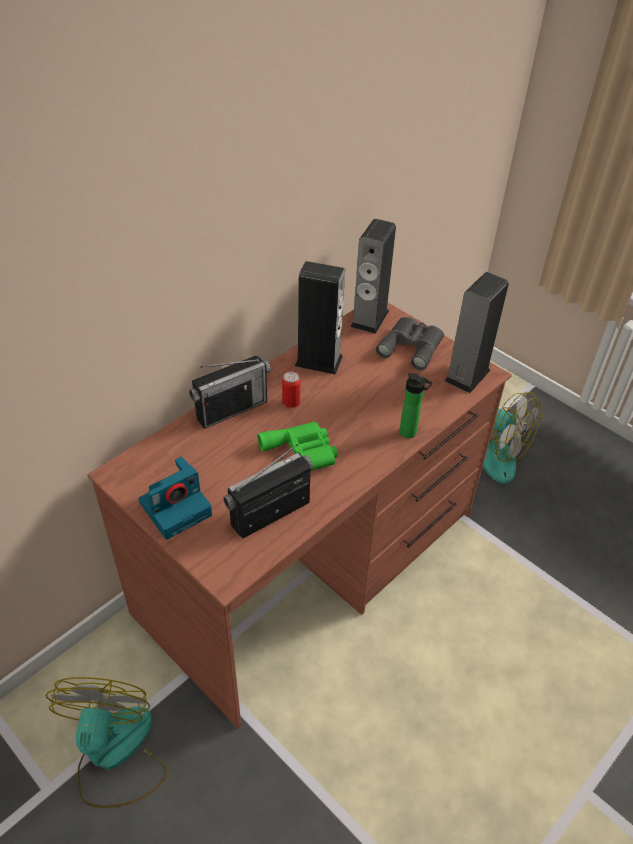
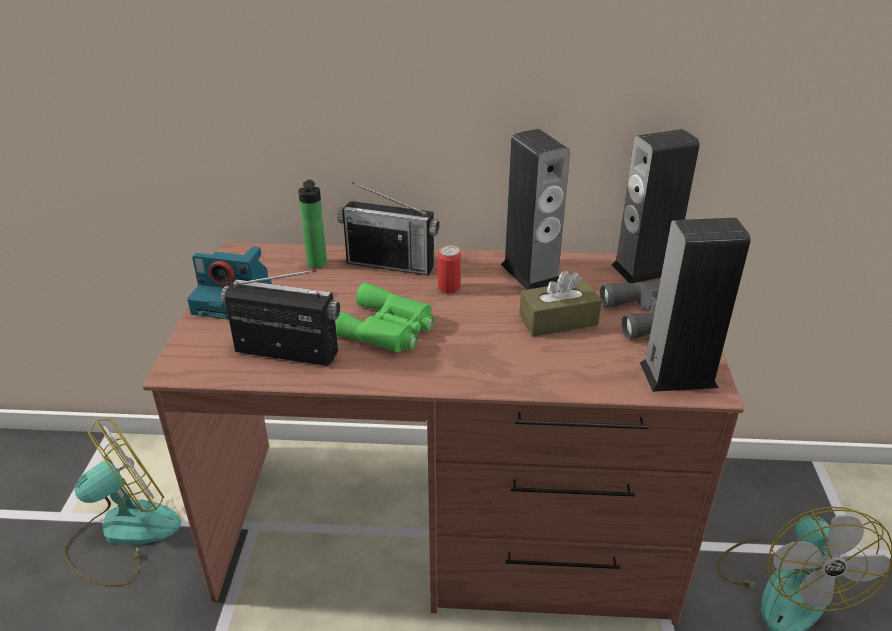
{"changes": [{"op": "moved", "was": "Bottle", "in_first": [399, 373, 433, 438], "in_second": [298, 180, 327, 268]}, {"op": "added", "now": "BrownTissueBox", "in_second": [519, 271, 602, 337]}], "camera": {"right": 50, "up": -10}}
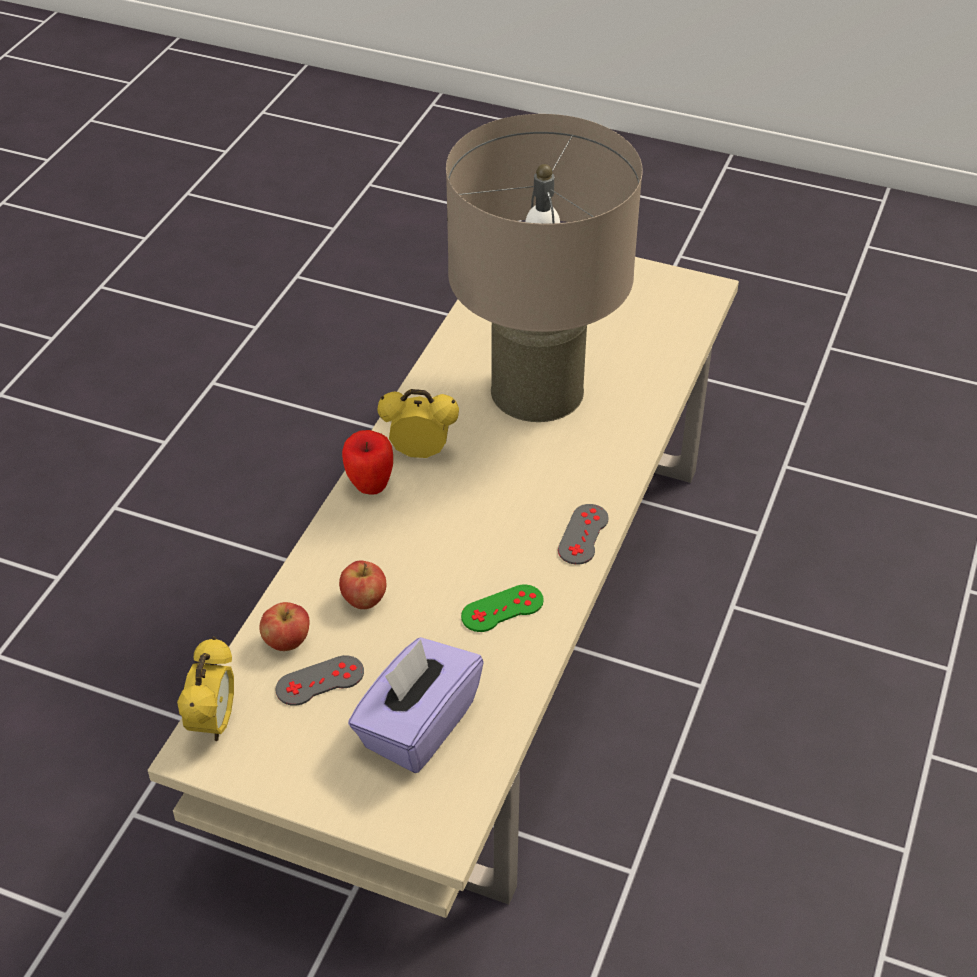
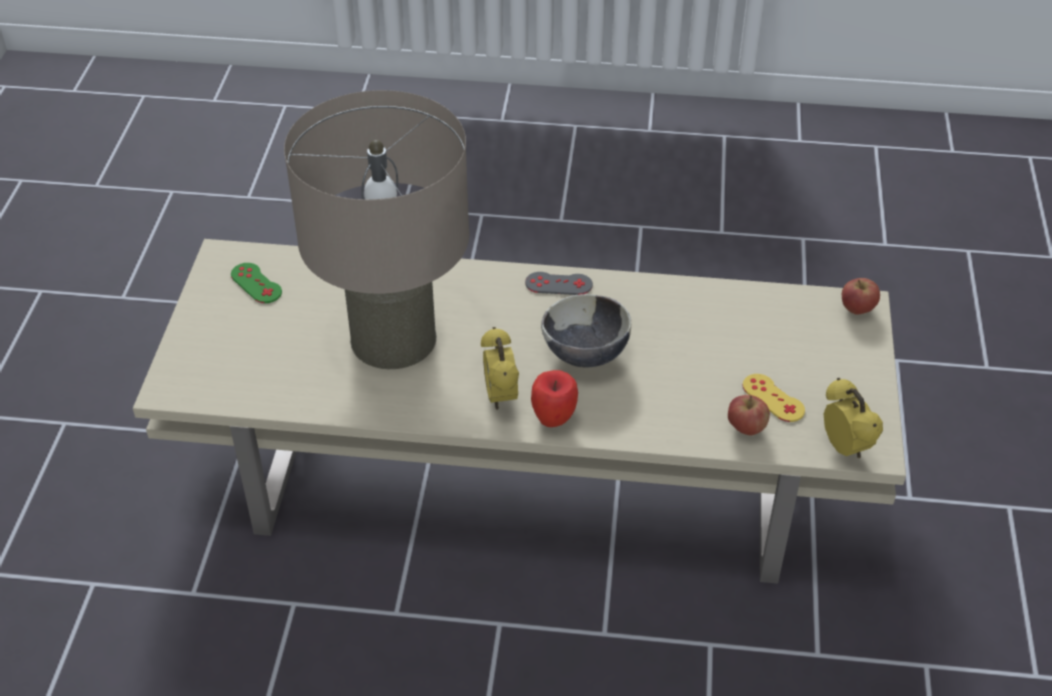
{"changes": [{"op": "moved", "was": "Apple", "in_first": [339, 561, 386, 609], "in_second": [842, 278, 880, 315]}, {"op": "moved", "was": "GreenGameController", "in_first": [461, 584, 544, 632], "in_second": [231, 263, 282, 303]}, {"op": "turned", "was": "AlarmClock", "in_first": [177, 637, 234, 742], "in_second": [824, 378, 883, 458], "clockwise": 75}, {"op": "removed", "was": "PurpleTissueBox", "in_first": [348, 637, 484, 773]}, {"op": "recoloured", "was": "GreyGameController", "now": "YellowGameController", "in_first": [276, 655, 364, 706], "in_second": [743, 374, 805, 422]}, {"op": "added", "now": "Bowl", "in_second": [541, 294, 631, 367]}], "camera": {"right": -105, "up": 0}}
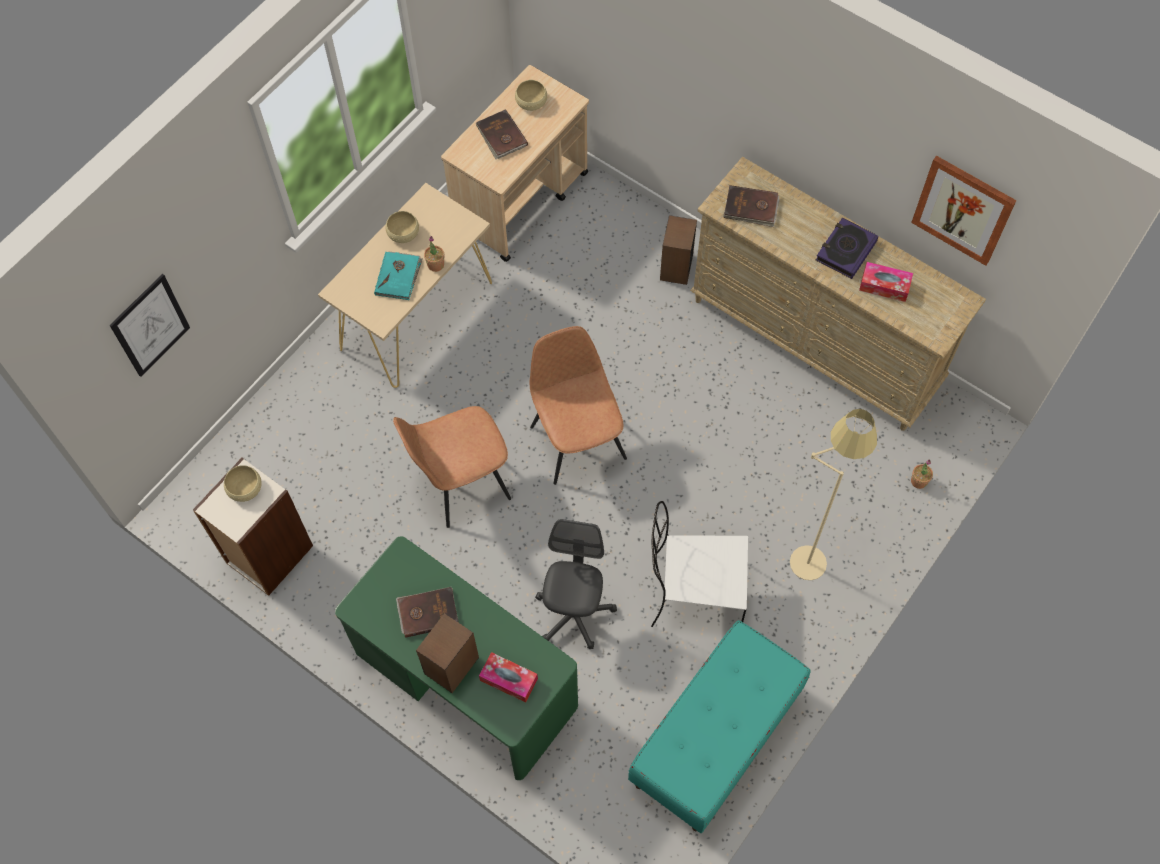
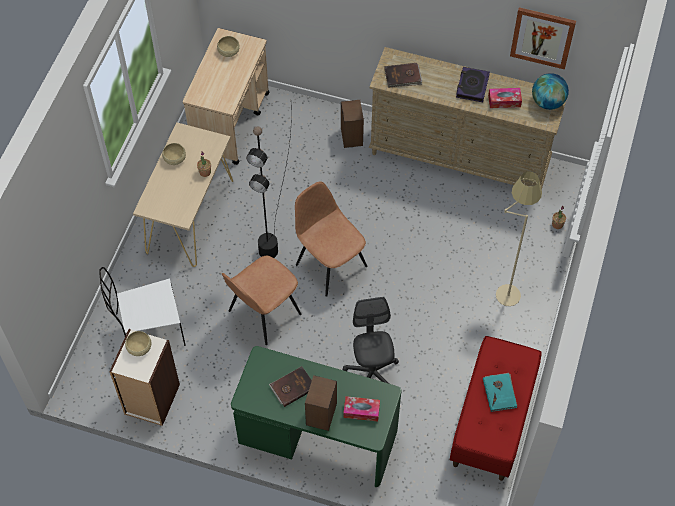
{"changes": [{"op": "removed", "was": "BrownBook", "in_first": [476, 109, 528, 159]}, {"op": "moved", "was": "TurquoiseBook", "in_first": [374, 252, 422, 300], "in_second": [483, 373, 517, 412]}, {"op": "removed", "was": "Picture", "in_first": [110, 274, 190, 377]}, {"op": "moved", "was": "WhiteChair", "in_first": [651, 501, 748, 627], "in_second": [99, 267, 186, 346]}, {"op": "recoloured", "was": "TurquoiseBench", "now": "RedBench", "in_first": [628, 620, 810, 833], "in_second": [450, 336, 541, 481]}, {"op": "added", "now": "Globe", "in_second": [532, 73, 569, 110]}, {"op": "added", "now": "BlackFloorLamp", "in_second": [246, 108, 292, 258]}], "camera": {"right": -20, "up": -5}}
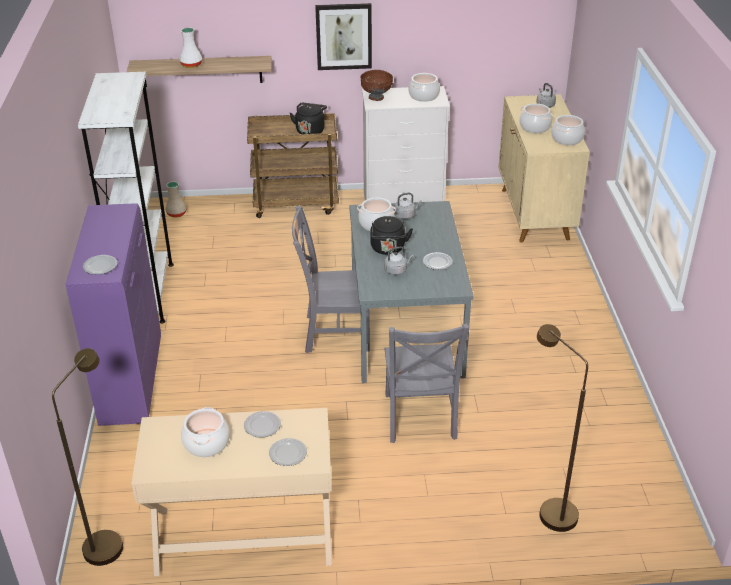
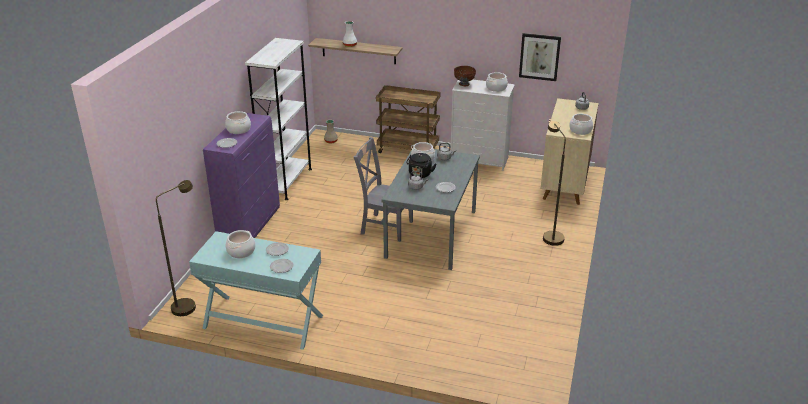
{"changes": [{"op": "moved", "was": "Picture", "in_first": [315, 3, 372, 70], "in_second": [519, 33, 561, 81]}, {"op": "removed", "was": "BlackKettle", "in_first": [289, 103, 327, 134]}, {"op": "moved", "was": "CookingPot", "in_first": [520, 104, 553, 133], "in_second": [225, 111, 251, 134]}, {"op": "removed", "was": "GreyChair", "in_first": [385, 323, 469, 443]}, {"op": "moved", "was": "BrownFloorLamp", "in_first": [537, 324, 588, 532], "in_second": [543, 121, 566, 246]}, {"op": "recoloured", "was": "BeigeConsoleTable", "now": "TurquoiseConsoleTable", "in_first": [131, 408, 332, 576], "in_second": [189, 231, 323, 350]}], "camera": {"right": 20, "up": -5}}
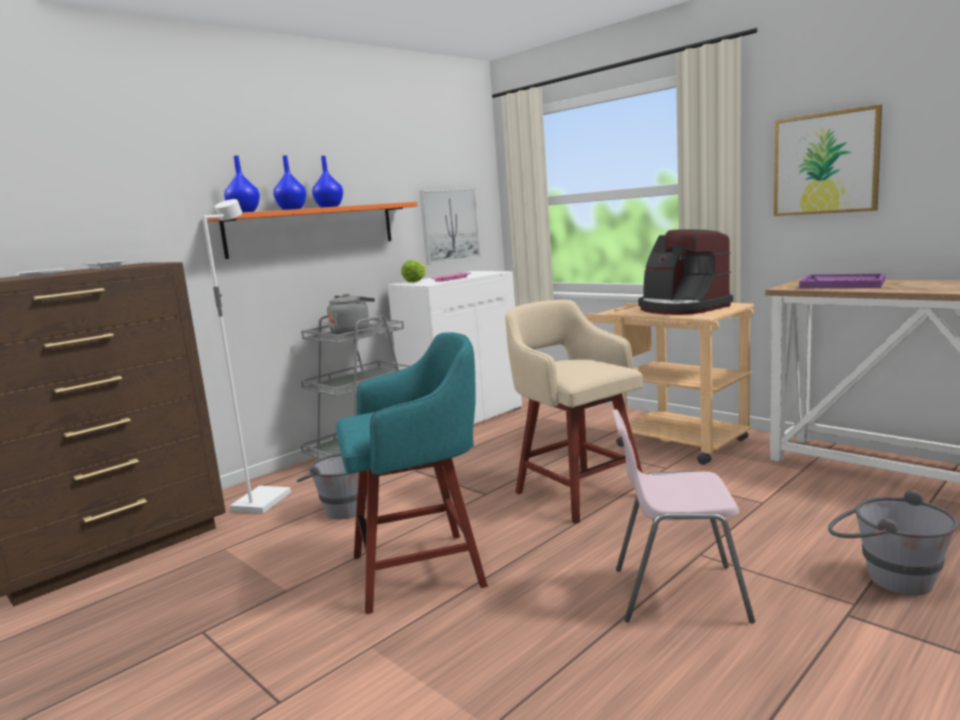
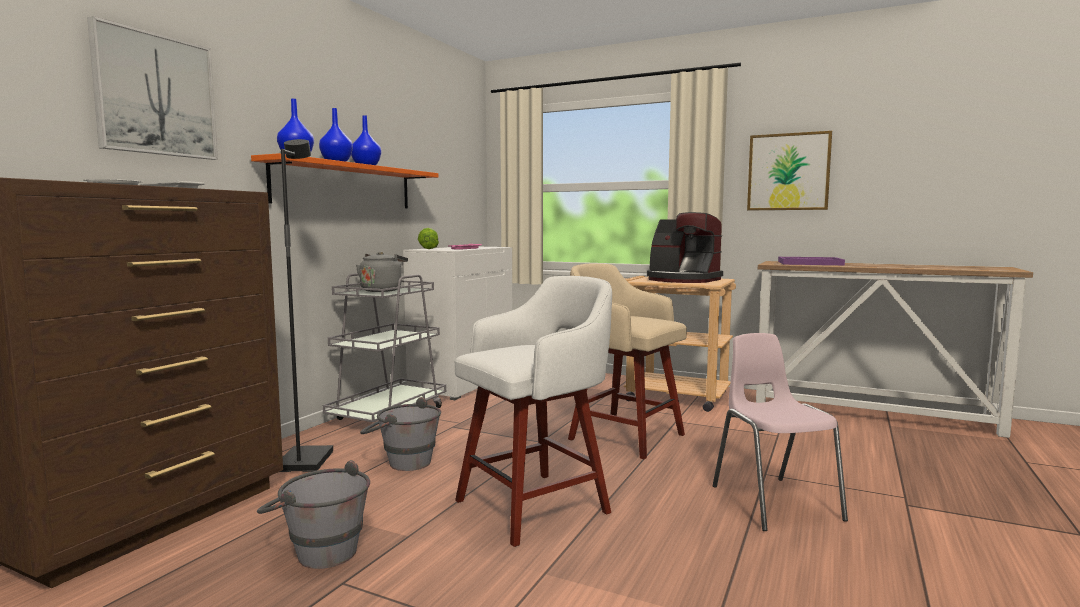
{"changes": [{"op": "moved", "was": "Picture", "in_first": [419, 188, 481, 265], "in_second": [87, 16, 218, 160]}, {"op": "recoloured", "was": "WhiteFloorLamp", "now": "BlackFloorLamp", "in_first": [202, 199, 291, 514], "in_second": [280, 139, 333, 472]}, {"op": "recoloured", "was": "TurquoiseStool", "now": "WhiteStool", "in_first": [335, 332, 488, 614], "in_second": [455, 276, 612, 547]}, {"op": "turned", "was": "PinkChair", "in_first": [612, 409, 755, 623], "in_second": [713, 333, 848, 531], "clockwise": 90}, {"op": "moved", "was": "GreyBucket", "in_first": [828, 490, 958, 595], "in_second": [257, 460, 370, 569]}], "camera": {"right": -20, "up": -5}}
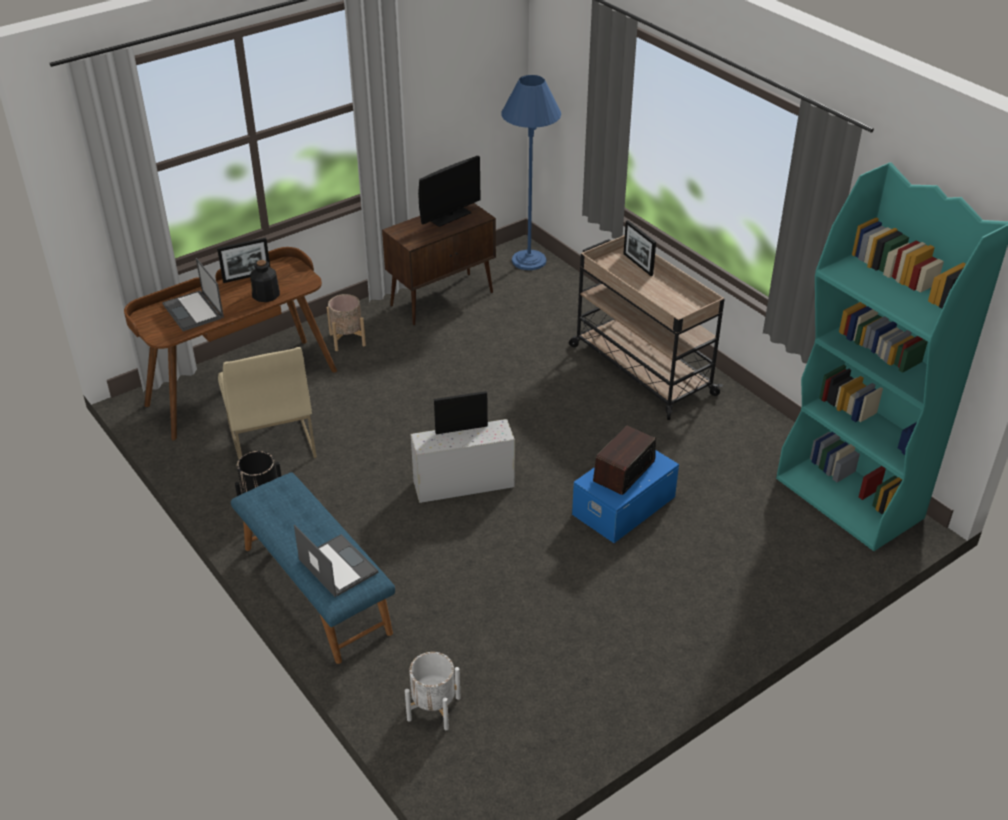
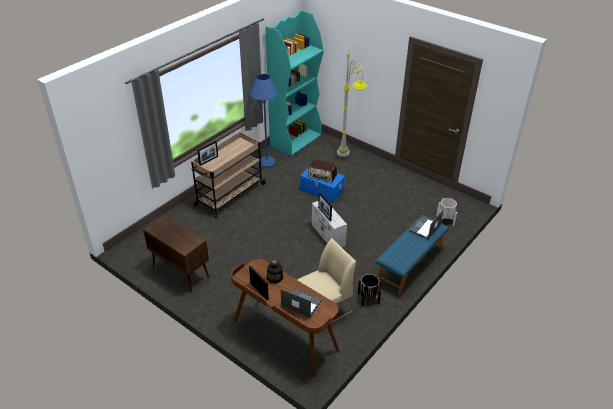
{"changes": [{"op": "moved", "was": "BlueFloorLamp", "in_first": [501, 75, 561, 270], "in_second": [249, 74, 279, 167]}, {"op": "removed", "was": "Monitor", "in_first": [418, 156, 481, 227]}, {"op": "turned", "was": "Laptop", "in_first": [162, 258, 224, 331], "in_second": [281, 288, 322, 318], "clockwise": -105}, {"op": "removed", "was": "BeigePlanter", "in_first": [327, 294, 366, 351]}, {"op": "added", "now": "GreyFloorLamp", "in_second": [337, 52, 367, 157]}], "camera": {"right": -105, "up": 0}}
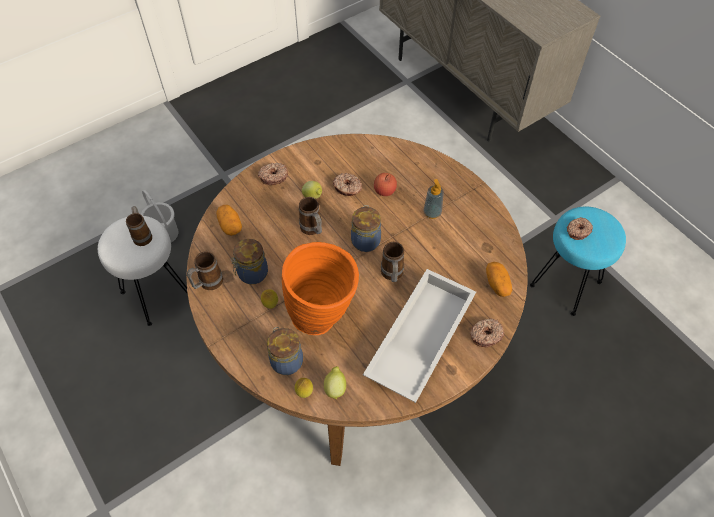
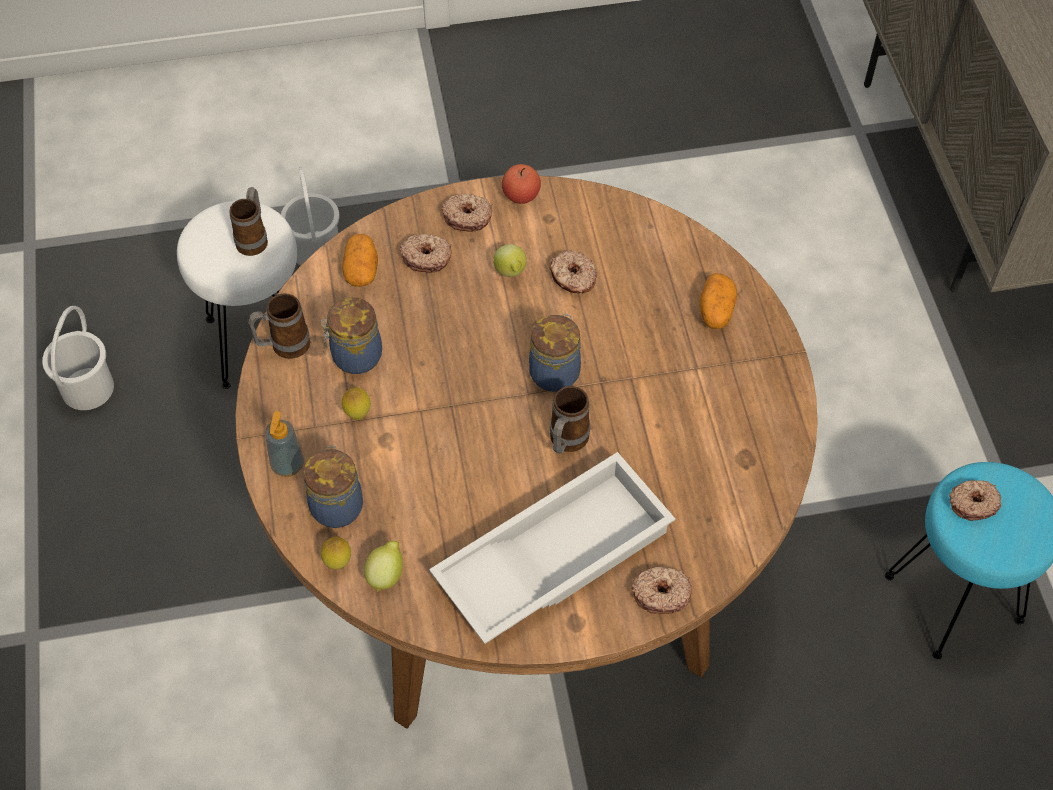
{"changes": [{"op": "moved", "was": "Apple", "in_first": [374, 173, 397, 196], "in_second": [502, 164, 541, 204]}, {"op": "moved", "was": "SoapDispenser", "in_first": [424, 179, 444, 219], "in_second": [265, 411, 304, 477]}, {"op": "removed", "was": "Mug", "in_first": [299, 197, 322, 235]}, {"op": "removed", "was": "OrangeVase", "in_first": [282, 242, 359, 335]}, {"op": "moved", "was": "Potato", "in_first": [486, 262, 512, 297], "in_second": [699, 273, 737, 329]}, {"op": "added", "now": "Donut", "in_second": [399, 234, 452, 272]}, {"op": "added", "now": "WhiteBucket", "in_second": [42, 306, 114, 410]}], "camera": {"right": 25, "up": 0}}
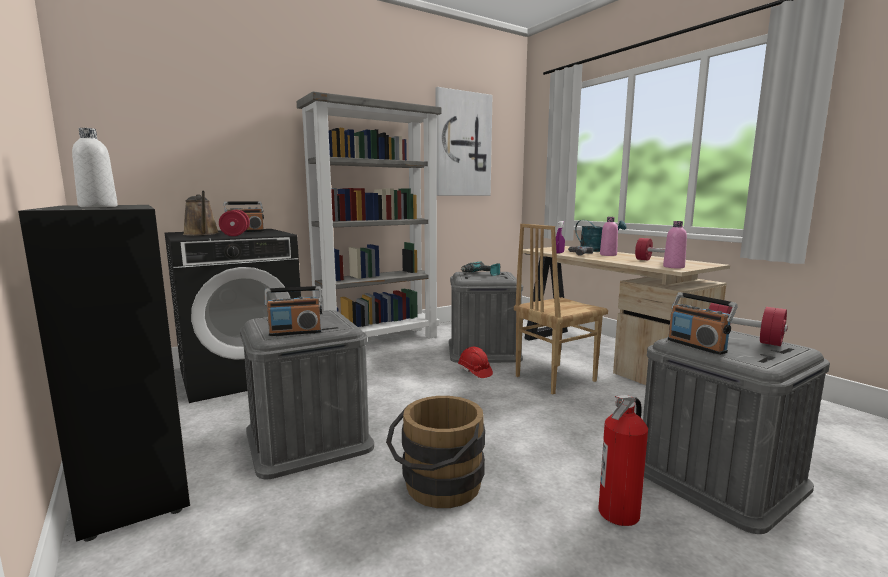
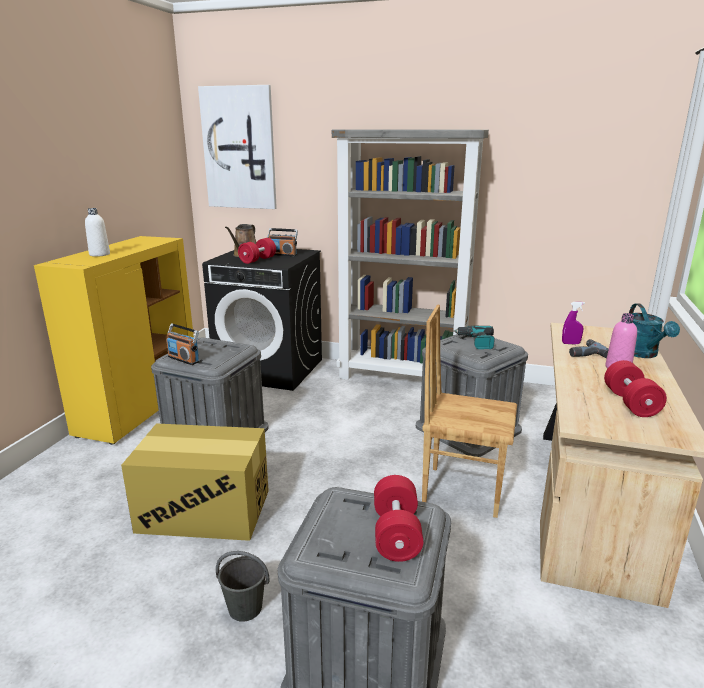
{"changes": [{"op": "moved", "was": "Picture", "in_first": [435, 87, 492, 196], "in_second": [198, 85, 277, 209]}, {"op": "recoloured", "was": "BlackCabinet", "now": "YellowCabinet", "in_first": [18, 205, 190, 542], "in_second": [34, 236, 194, 445]}, {"op": "removed", "was": "PinkBottle", "in_first": [663, 221, 687, 268]}, {"op": "removed", "was": "Radio", "in_first": [668, 292, 738, 355]}, {"op": "removed", "was": "RedHardHat", "in_first": [458, 347, 493, 378]}, {"op": "replaced", "was": "FireExtinguisher", "now": "GreyBucket", "in_first": [598, 395, 648, 526], "in_second": [216, 551, 269, 622]}, {"op": "replaced", "was": "BrownBucket", "now": "CardboardBox", "in_first": [386, 396, 485, 508], "in_second": [121, 423, 269, 541]}], "camera": {"right": 50, "up": 10}}
